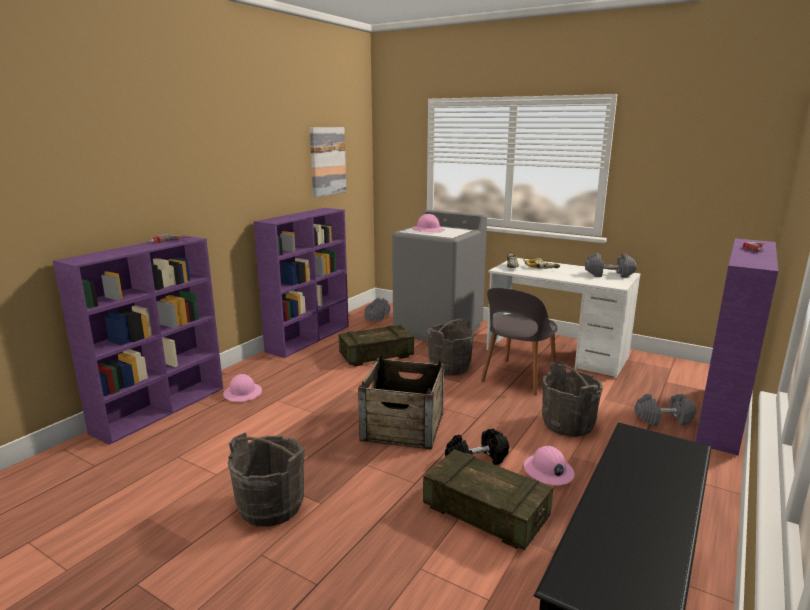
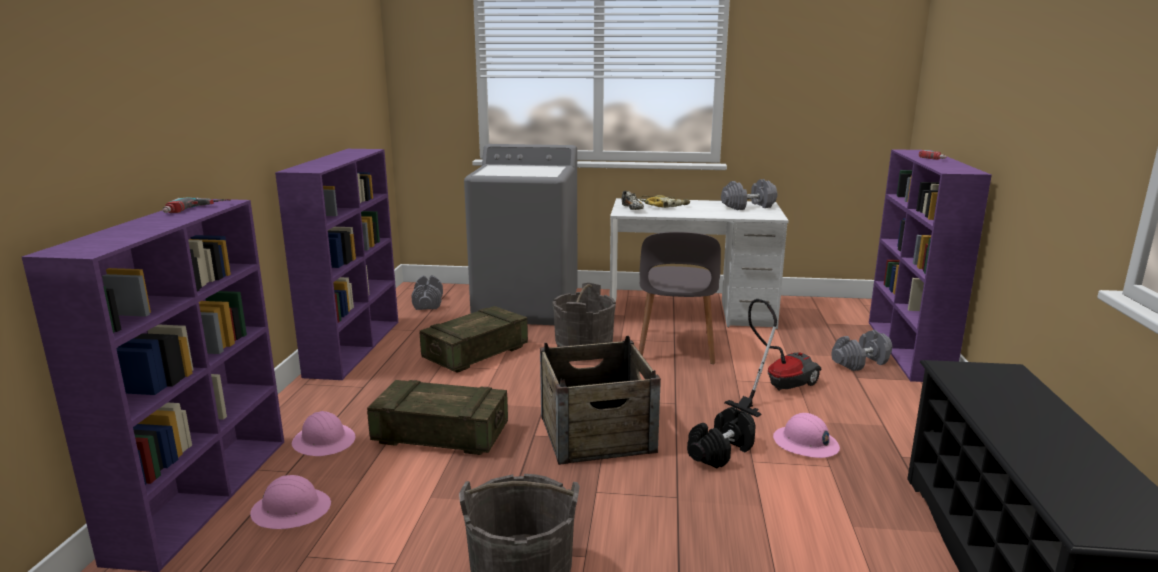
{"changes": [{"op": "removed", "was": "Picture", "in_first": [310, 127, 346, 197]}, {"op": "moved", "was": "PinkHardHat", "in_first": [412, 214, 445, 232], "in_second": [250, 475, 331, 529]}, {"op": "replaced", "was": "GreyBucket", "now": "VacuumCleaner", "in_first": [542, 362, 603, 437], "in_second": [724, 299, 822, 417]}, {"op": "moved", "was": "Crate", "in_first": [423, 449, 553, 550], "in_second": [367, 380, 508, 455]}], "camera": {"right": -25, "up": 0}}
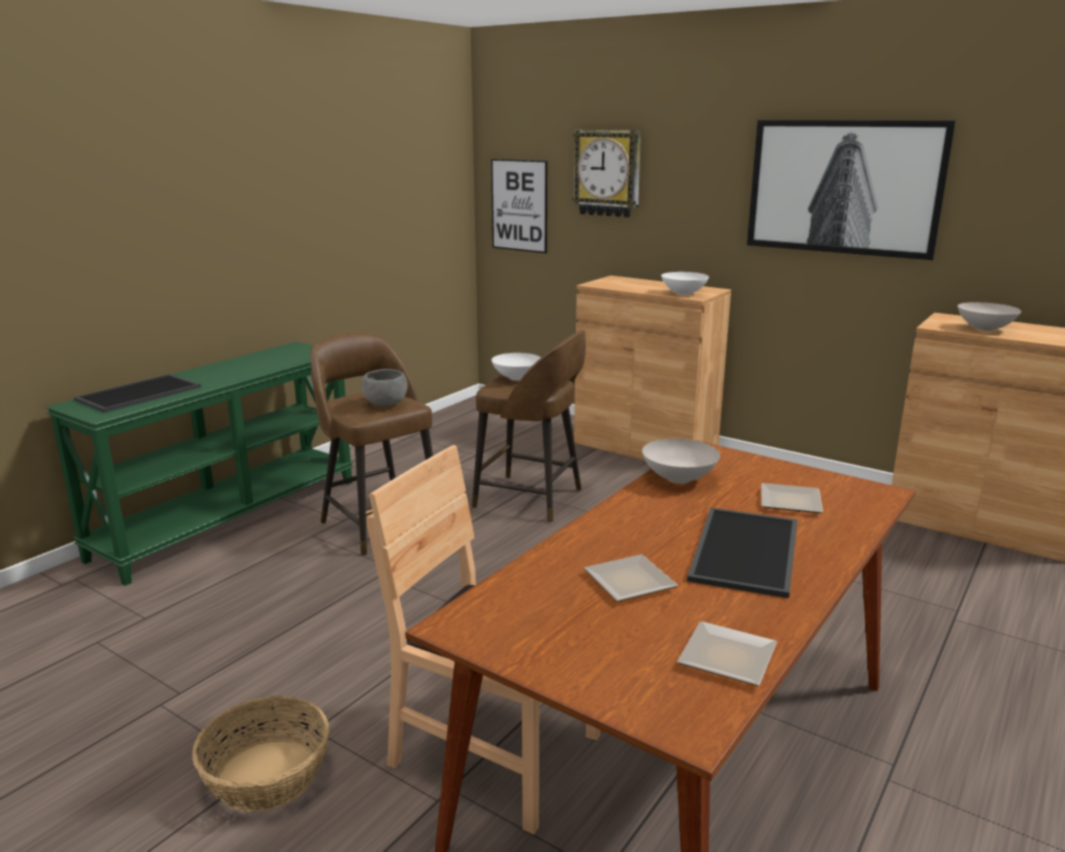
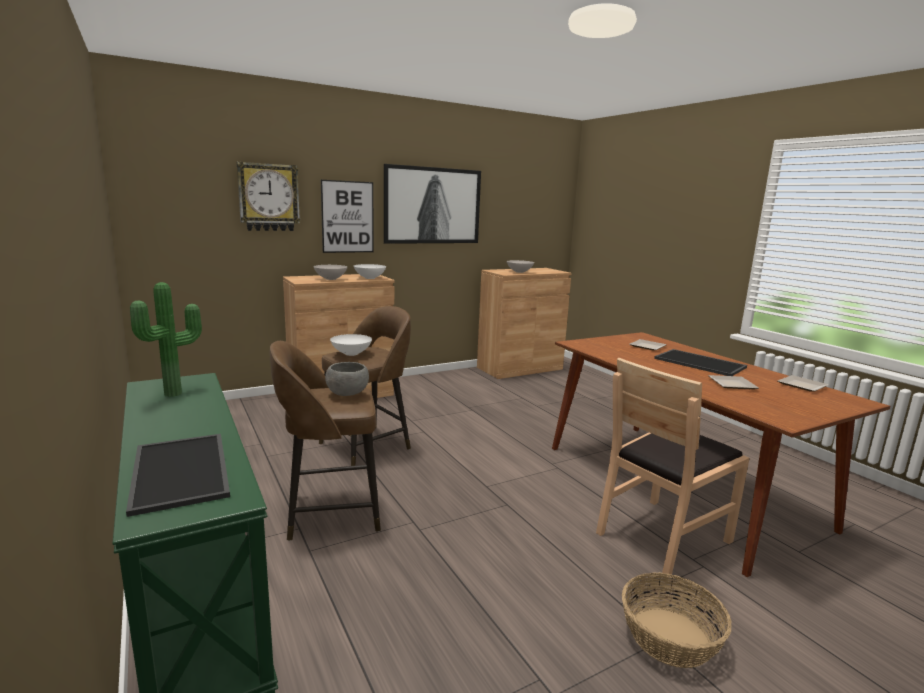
{"changes": [{"op": "moved", "was": "Picture", "in_first": [491, 159, 547, 253], "in_second": [321, 180, 374, 253]}, {"op": "moved", "was": "WhiteBowl", "in_first": [642, 439, 720, 484], "in_second": [313, 265, 348, 280]}, {"op": "added", "now": "PottedPlant", "in_second": [130, 282, 202, 397]}], "camera": {"right": -65, "up": -5}}
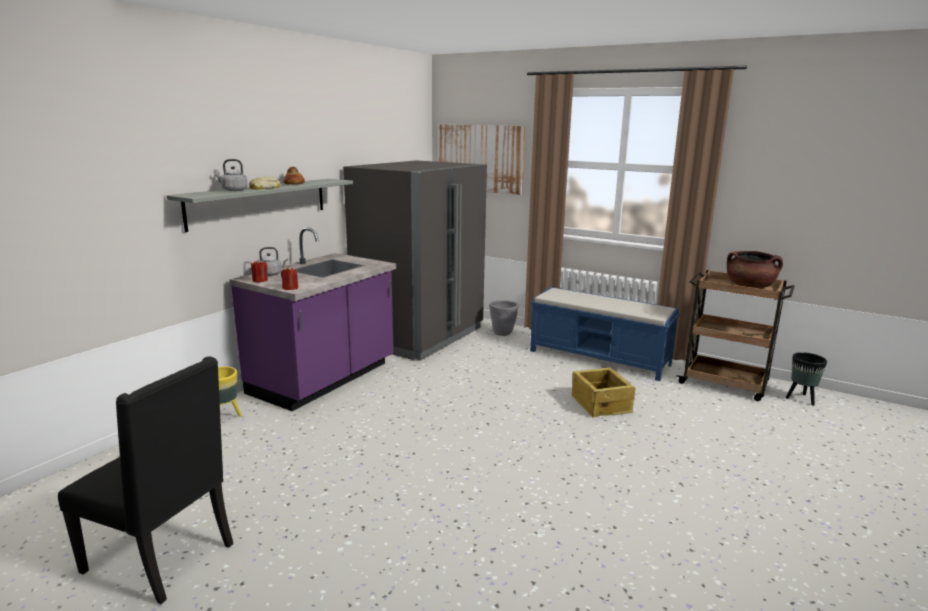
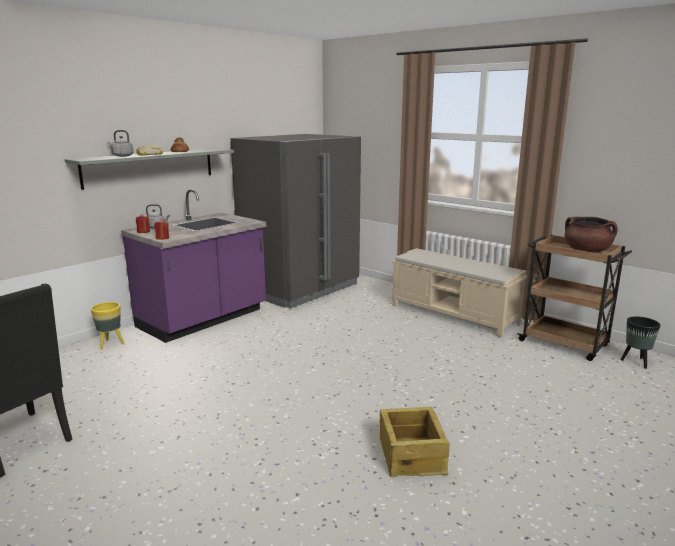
{"changes": [{"op": "removed", "was": "Picture", "in_first": [439, 124, 525, 195]}, {"op": "recoloured", "was": "BlueBench", "now": "BeigeBench", "in_first": [530, 287, 680, 381], "in_second": [392, 248, 527, 338]}, {"op": "removed", "was": "GreyPlanter", "in_first": [489, 300, 519, 336]}, {"op": "moved", "was": "Crate", "in_first": [572, 368, 635, 417], "in_second": [380, 407, 450, 477]}], "camera": {"right": 10, "up": 0}}
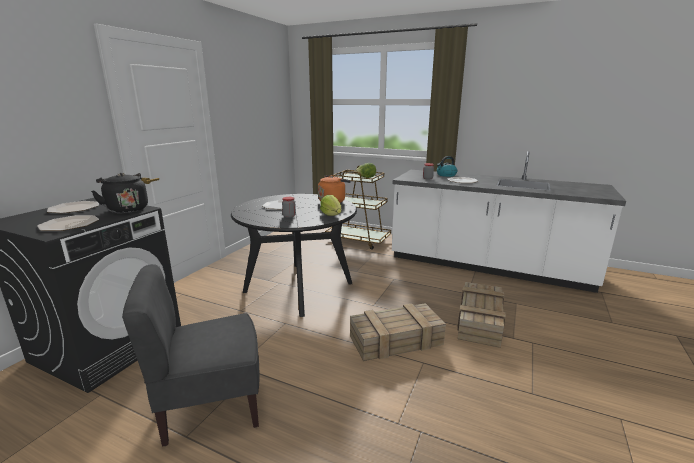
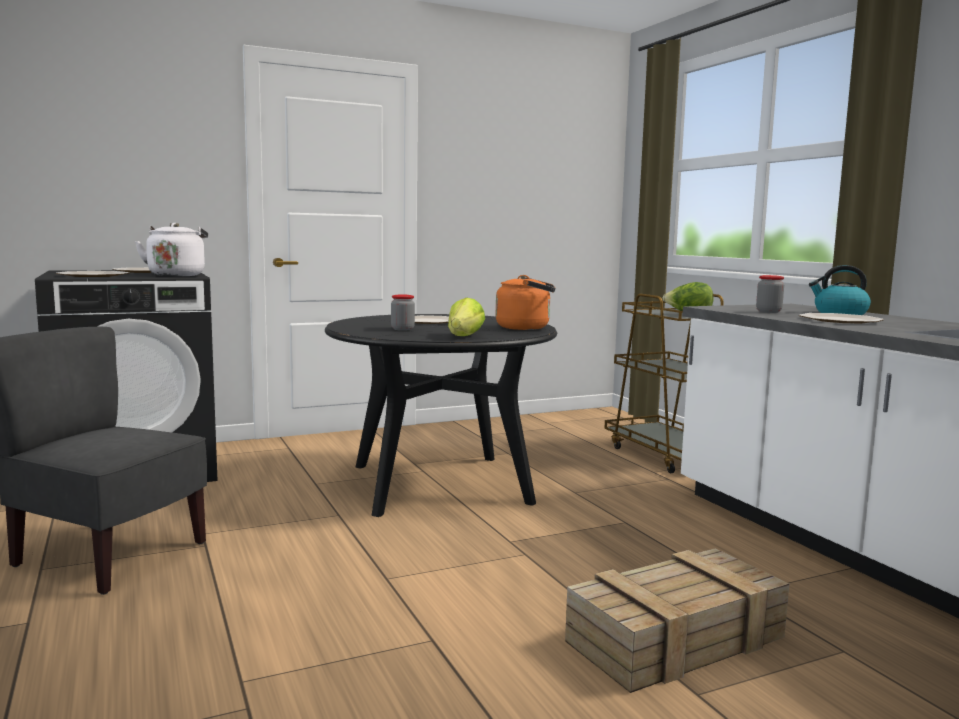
{"changes": [{"op": "recoloured", "was": "BlackKettle", "now": "WhiteKettle", "in_first": [91, 173, 148, 213], "in_second": [135, 223, 208, 276]}, {"op": "removed", "was": "Crate", "in_first": [350, 303, 446, 361]}], "camera": {"right": 40, "up": -10}}
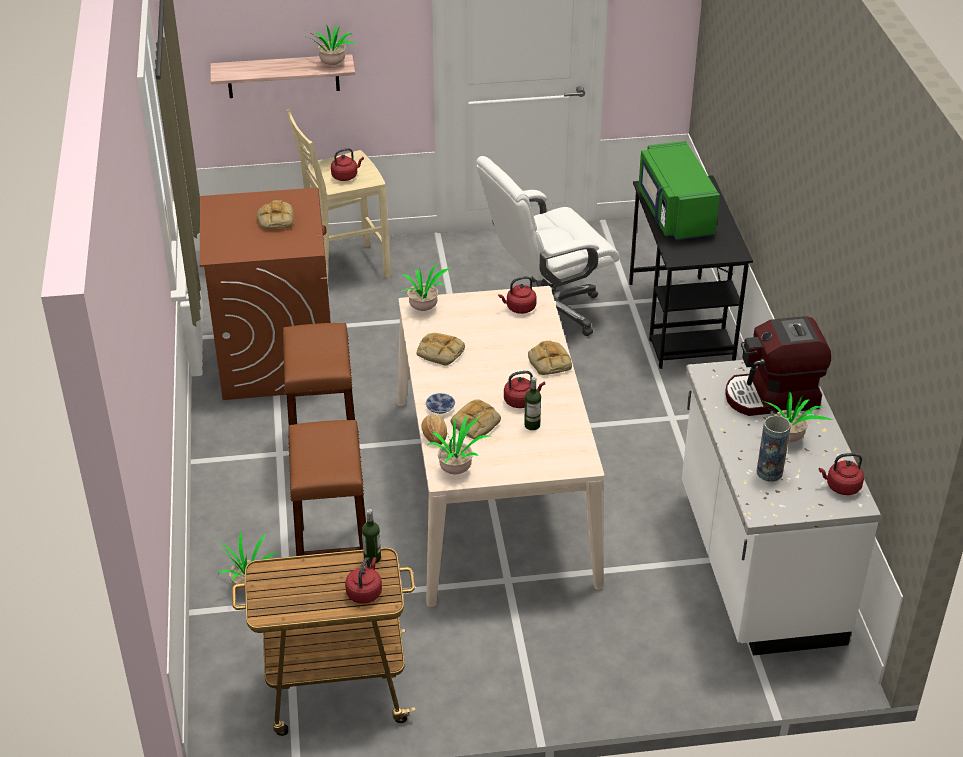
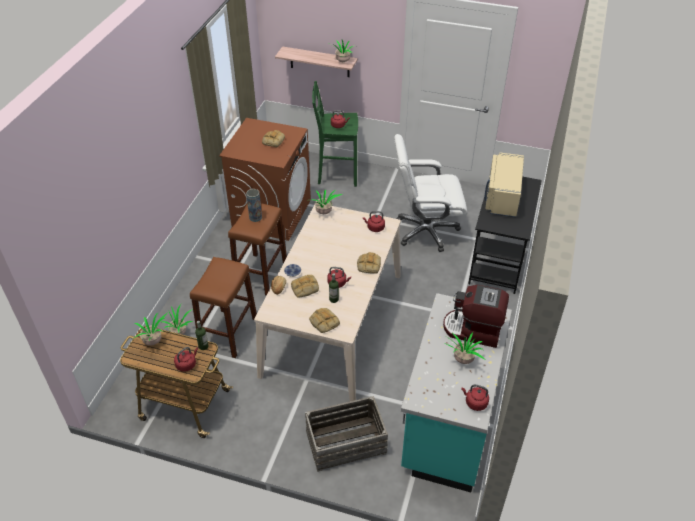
{"changes": [{"op": "recoloured", "was": "BeigeStool", "now": "GreenStool", "in_first": [286, 109, 391, 278], "in_second": [312, 81, 358, 187]}, {"op": "recoloured", "was": "GreenMicrowave", "now": "BeigeMicrowave", "in_first": [638, 141, 720, 240], "in_second": [485, 152, 524, 217]}, {"op": "moved", "was": "Bread", "in_first": [417, 333, 465, 366], "in_second": [309, 308, 340, 333]}, {"op": "recoloured", "was": "WhiteCounter", "now": "TurquoiseCounter", "in_first": [682, 360, 881, 655], "in_second": [401, 293, 512, 492]}, {"op": "moved", "was": "PottedPlant", "in_first": [428, 415, 490, 474], "in_second": [134, 312, 167, 346]}, {"op": "moved", "was": "Vase", "in_first": [757, 415, 791, 482], "in_second": [246, 189, 262, 222]}, {"op": "added", "now": "Crate", "in_second": [305, 396, 388, 472]}], "camera": {"right": 25, "up": 5}}
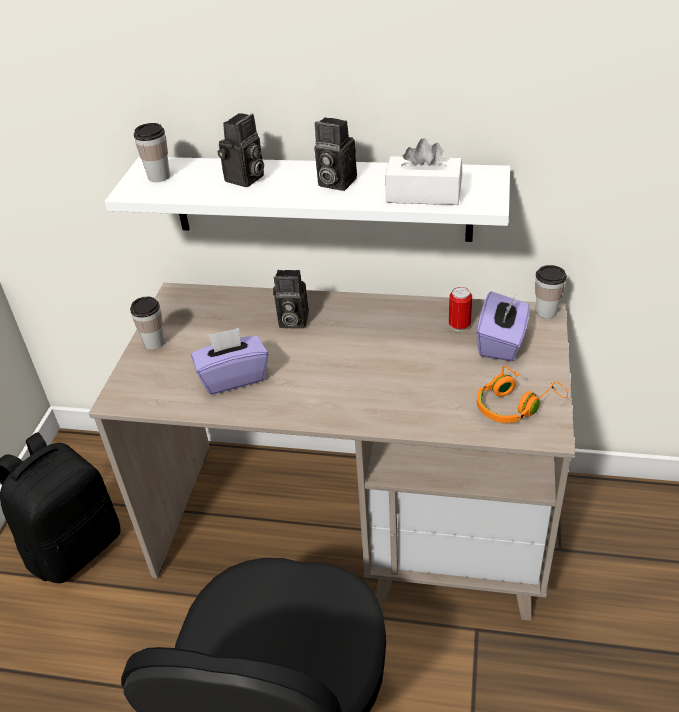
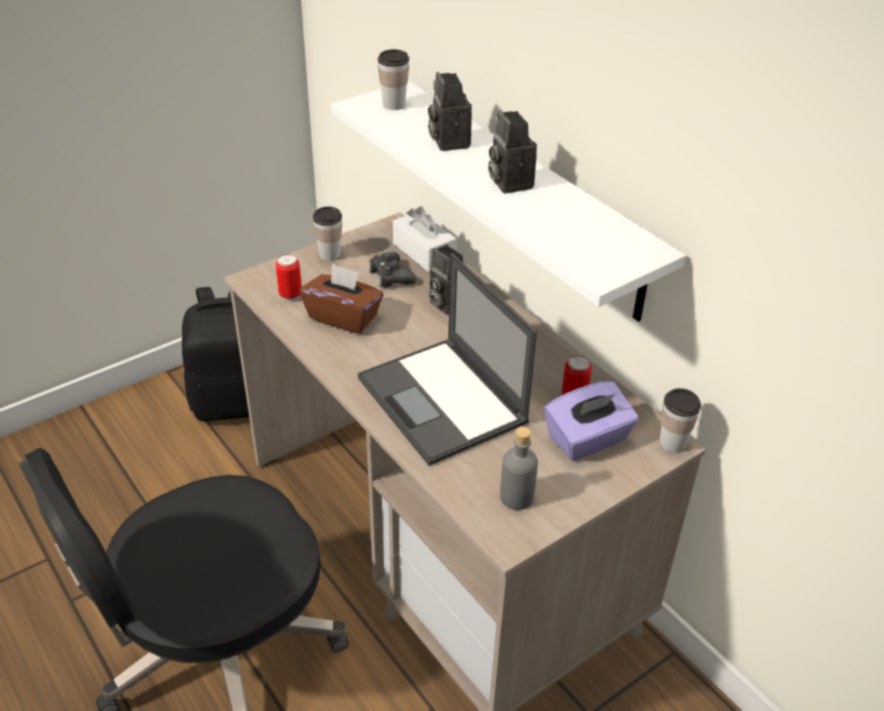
{"changes": [{"op": "turned", "was": "PhotoCamera", "in_first": [218, 113, 264, 187], "in_second": [428, 72, 472, 151], "clockwise": 90}, {"op": "moved", "was": "WhiteTissueBox", "in_first": [385, 138, 462, 205], "in_second": [393, 206, 457, 272]}, {"op": "recoloured", "was": "PurpleTissueBox", "now": "BrownTissueBox", "in_first": [191, 328, 268, 395], "in_second": [300, 263, 384, 334]}, {"op": "replaced", "was": "OrangeHeadphones", "now": "GreyBottle", "in_first": [477, 366, 568, 423], "in_second": [500, 427, 538, 510]}, {"op": "added", "now": "BlackGameController", "in_second": [369, 252, 416, 288]}, {"op": "added", "now": "Laptop", "in_second": [357, 253, 537, 466]}, {"op": "added", "now": "Can", "in_second": [276, 254, 302, 301]}], "camera": {"right": 40, "up": 0}}
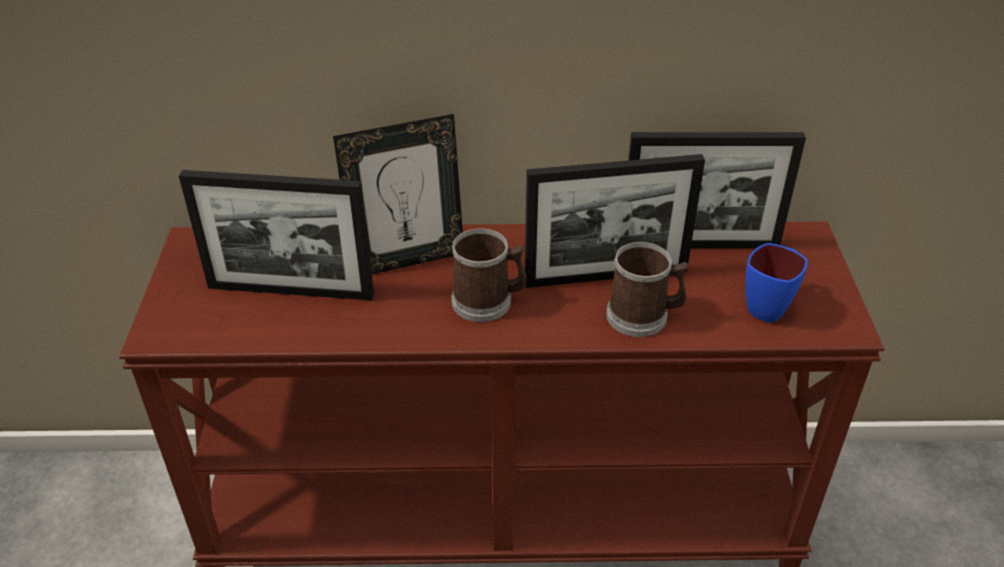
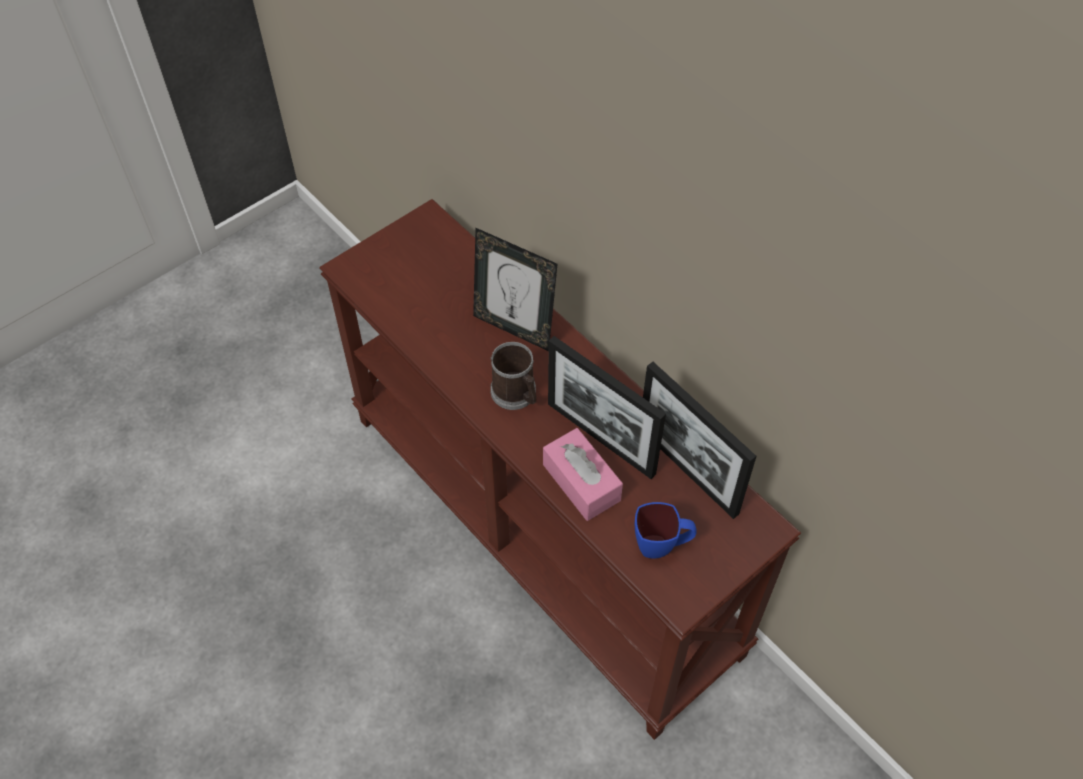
{"changes": [{"op": "removed", "was": "PictureFrame", "in_first": [179, 170, 374, 300]}, {"op": "replaced", "was": "Mug", "now": "PinkTissueBox", "in_first": [606, 242, 688, 337], "in_second": [543, 428, 623, 521]}], "camera": {"right": 50, "up": 15}}
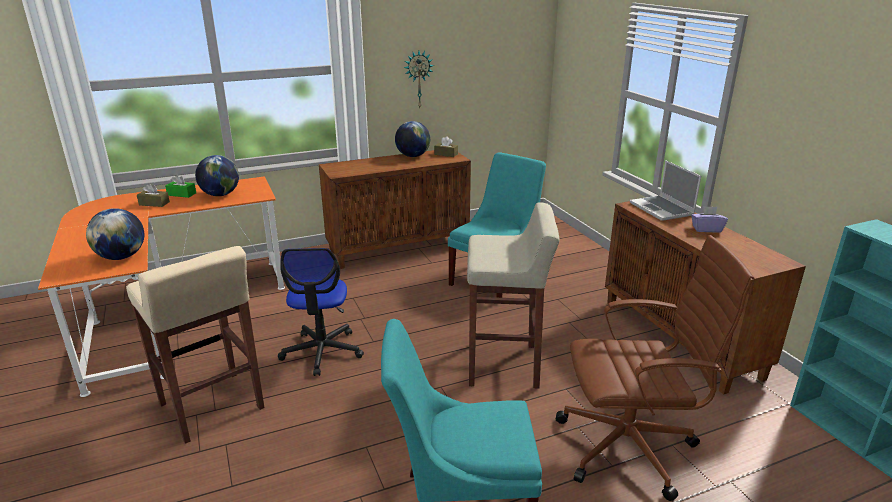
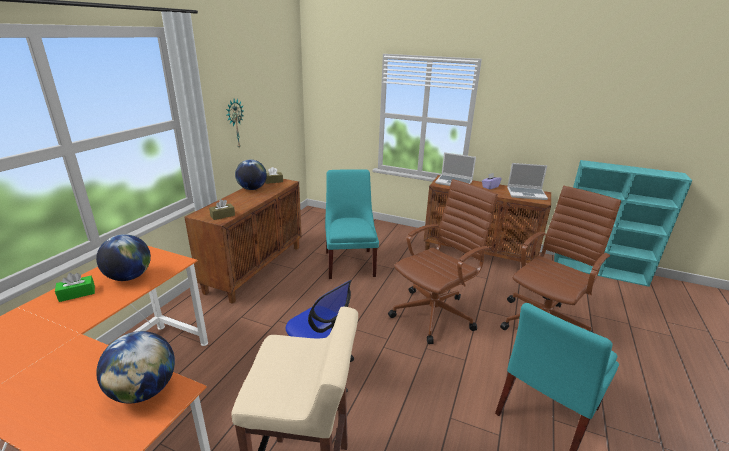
{"changes": [{"op": "moved", "was": "BrownTissueBox", "in_first": [137, 183, 170, 207], "in_second": [209, 199, 235, 220]}, {"op": "replaced", "was": "BeigeStool", "now": "BrownOfficeChair", "in_first": [467, 202, 559, 389], "in_second": [388, 179, 498, 344]}, {"op": "added", "now": "Laptop", "in_second": [507, 163, 548, 200]}], "camera": {"right": -45, "up": 0}}
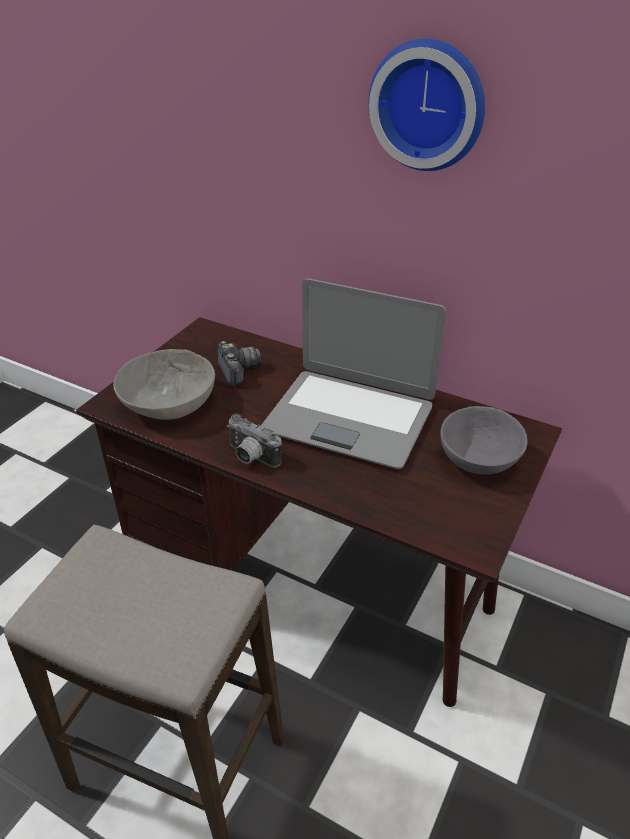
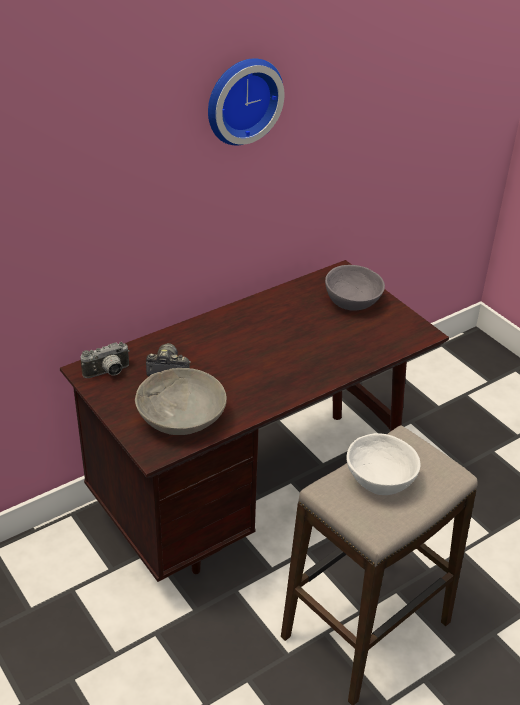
{"changes": [{"op": "removed", "was": "Laptop", "in_first": [261, 278, 446, 469]}, {"op": "moved", "was": "PhotoCamera", "in_first": [227, 414, 282, 467], "in_second": [80, 342, 130, 378]}, {"op": "added", "now": "WhiteBowl", "in_second": [346, 433, 420, 495]}], "camera": {"right": -65, "up": 0}}
